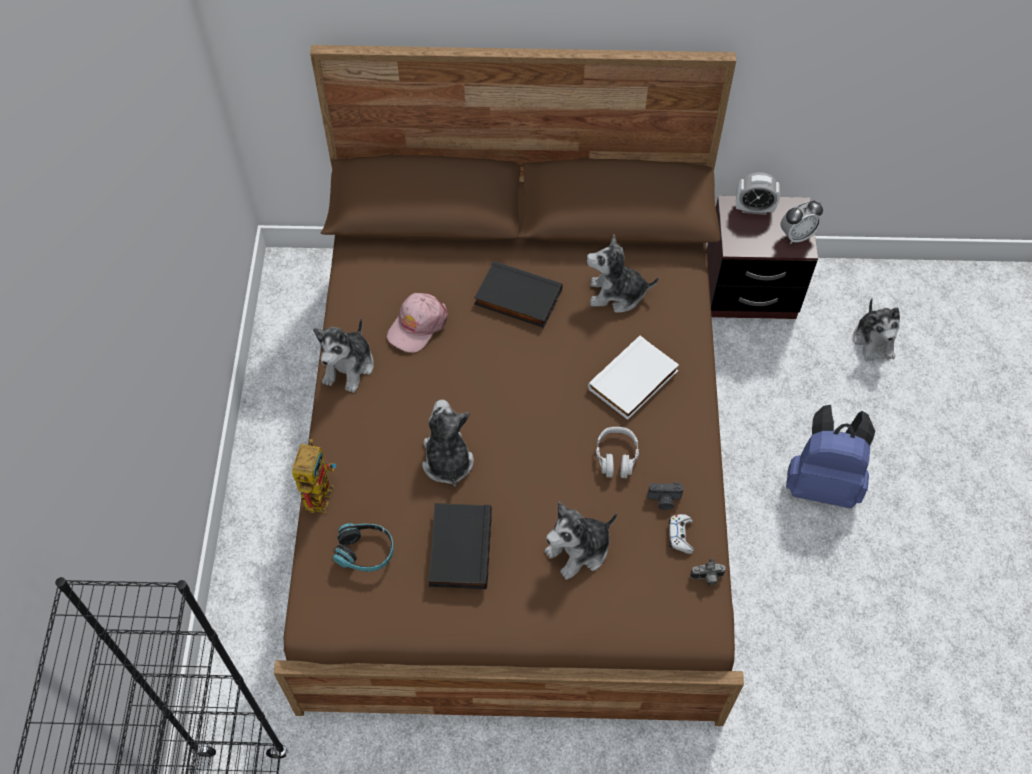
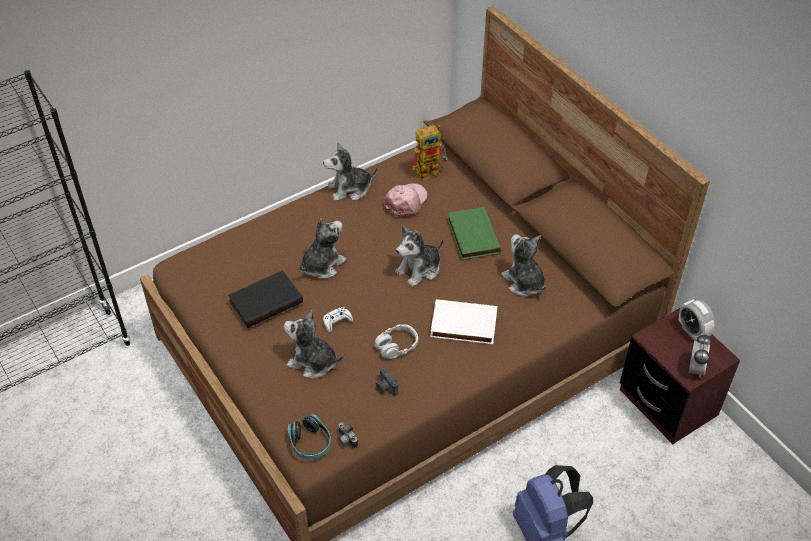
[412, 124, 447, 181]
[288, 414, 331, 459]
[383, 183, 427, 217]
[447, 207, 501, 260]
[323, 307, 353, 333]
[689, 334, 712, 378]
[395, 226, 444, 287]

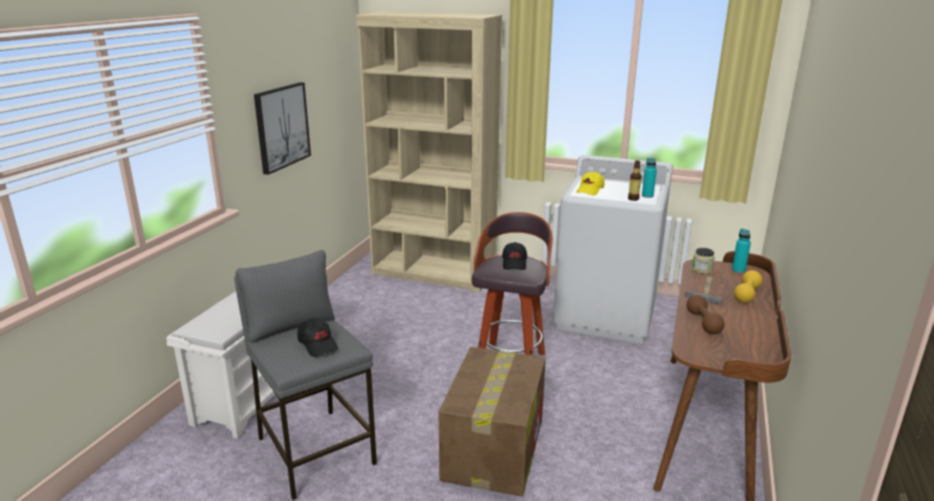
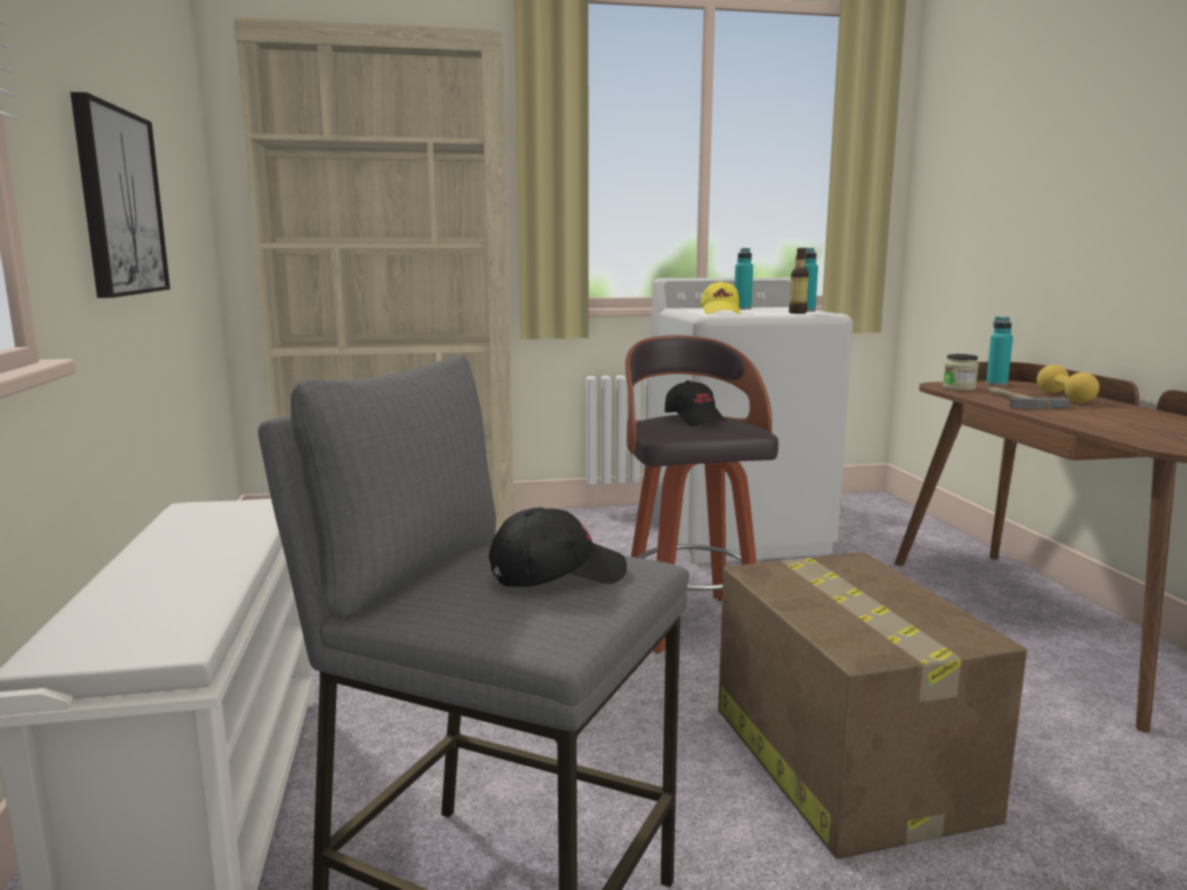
[489, 508, 627, 587]
[687, 295, 725, 334] (first image)
[735, 248, 753, 309]

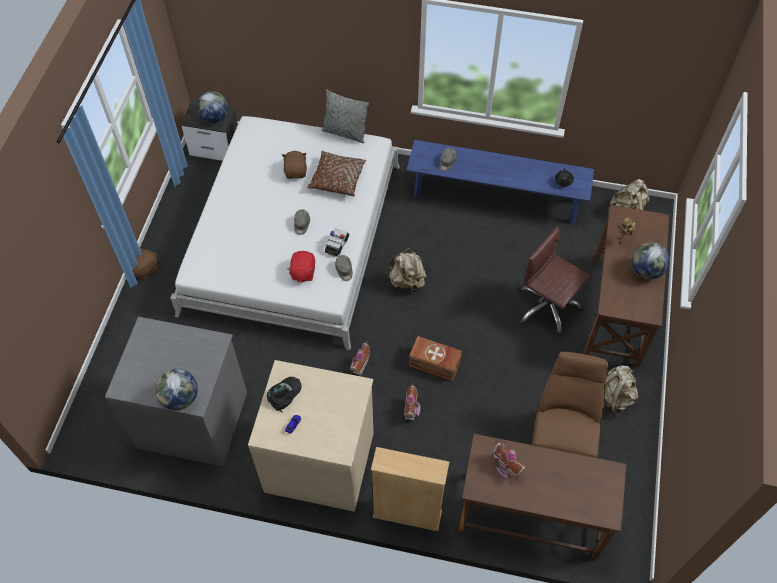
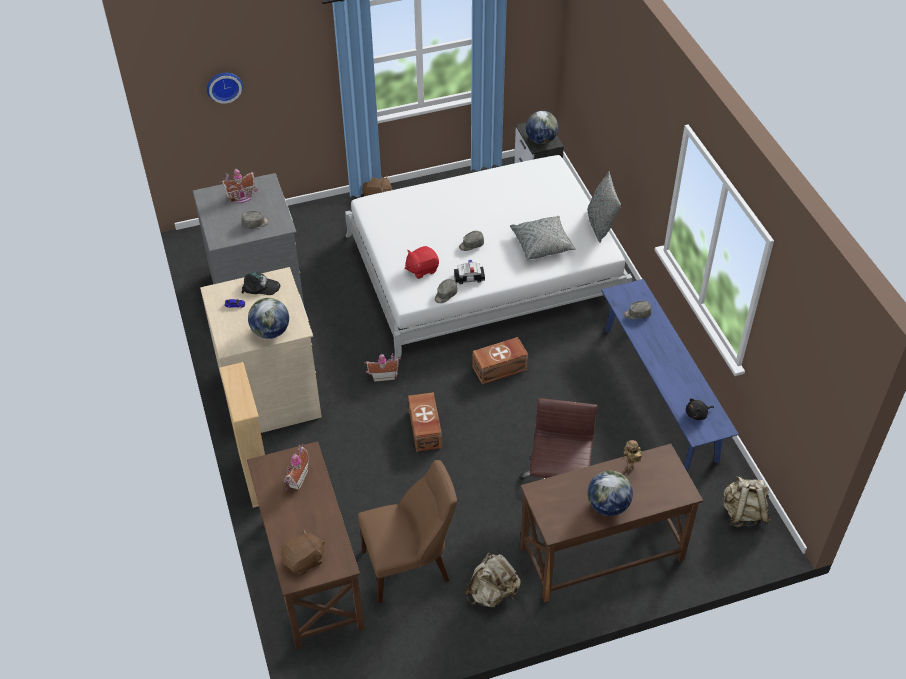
[248, 298, 289, 339]
[281, 529, 324, 575]
[510, 216, 576, 260]
[473, 337, 528, 384]
[220, 169, 258, 203]
[207, 73, 243, 104]
[241, 211, 269, 229]

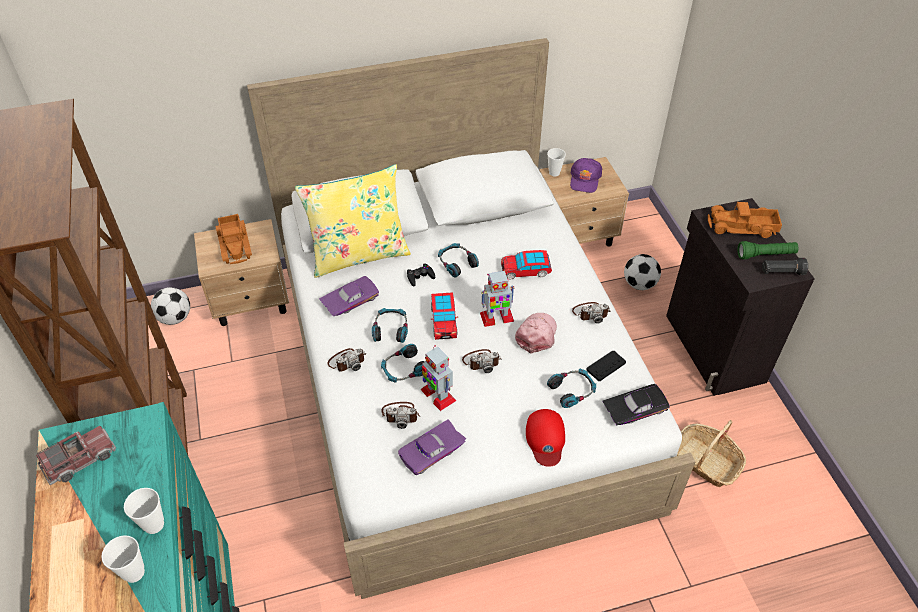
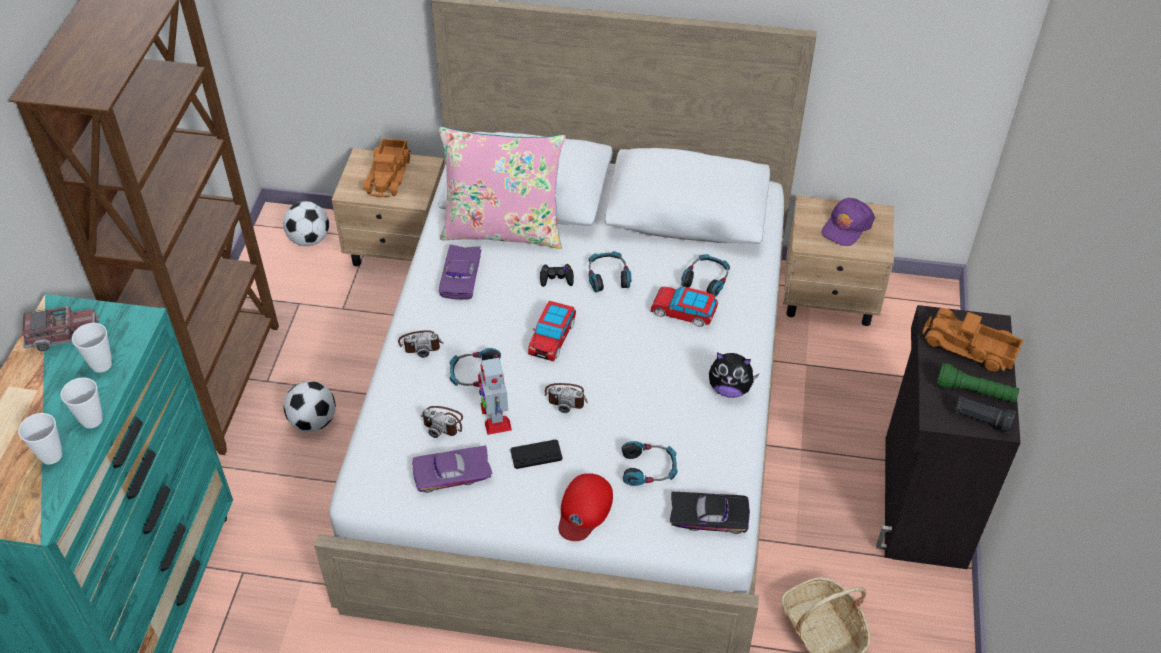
[439, 126, 566, 249]
[439, 245, 481, 299]
[681, 254, 730, 297]
[480, 270, 515, 327] (first image)
[515, 313, 557, 354] (first image)
[72, 323, 112, 373]
[709, 352, 759, 398]
[510, 439, 562, 469]
[283, 381, 336, 432]

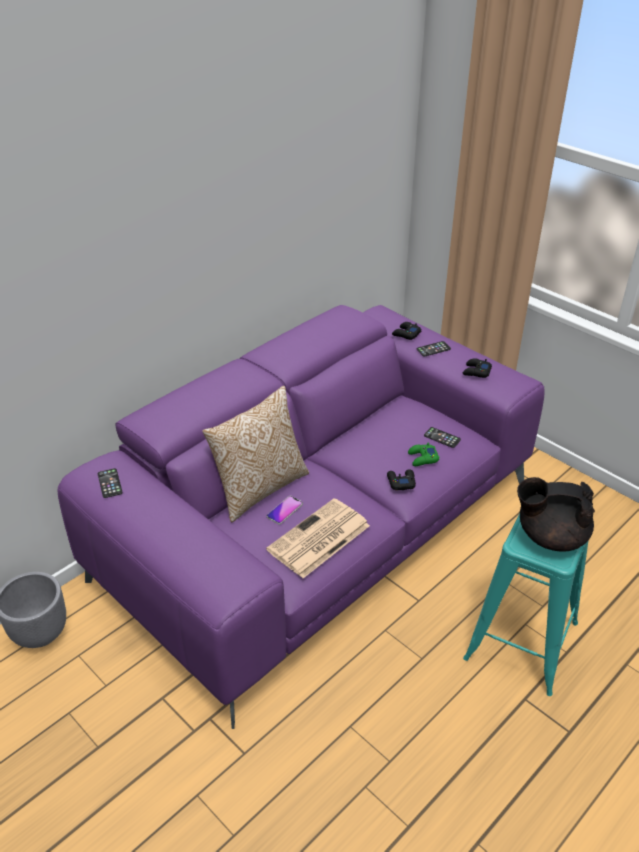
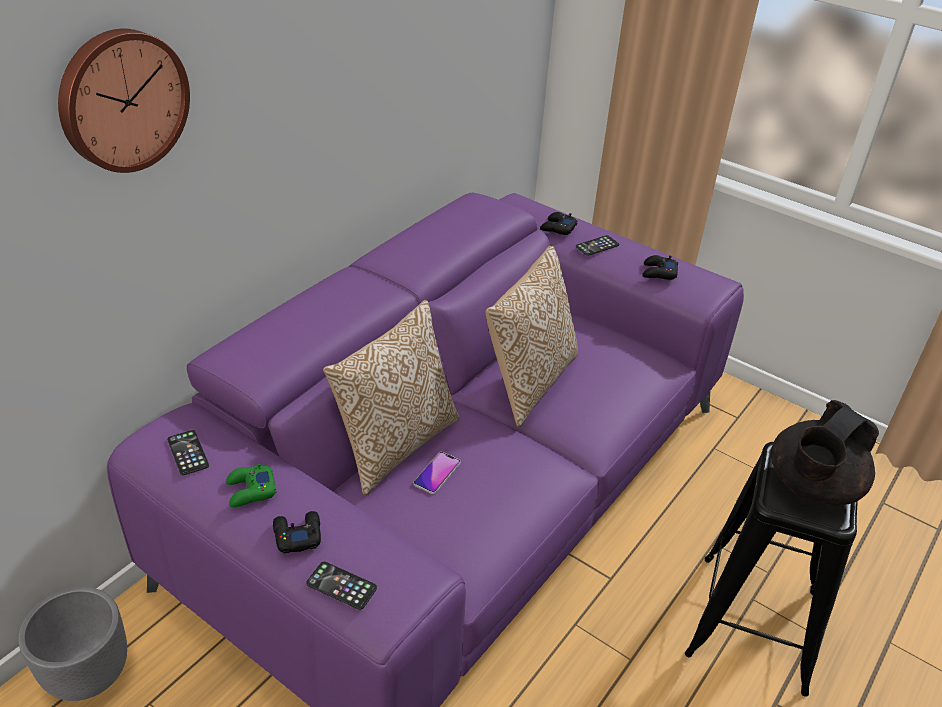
[266, 498, 370, 578] (first image)
[273, 511, 321, 554]
[226, 463, 276, 507]
[306, 562, 377, 610]
[685, 442, 858, 697]
[771, 400, 879, 505]
[58, 29, 190, 173]
[486, 246, 578, 427]

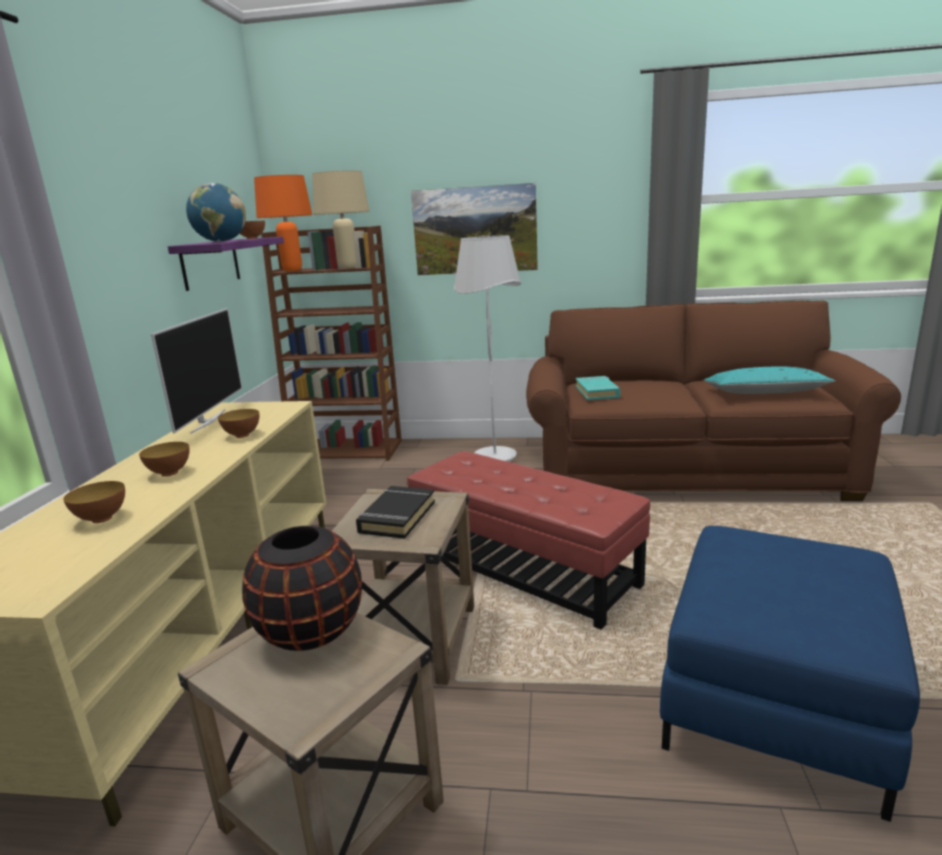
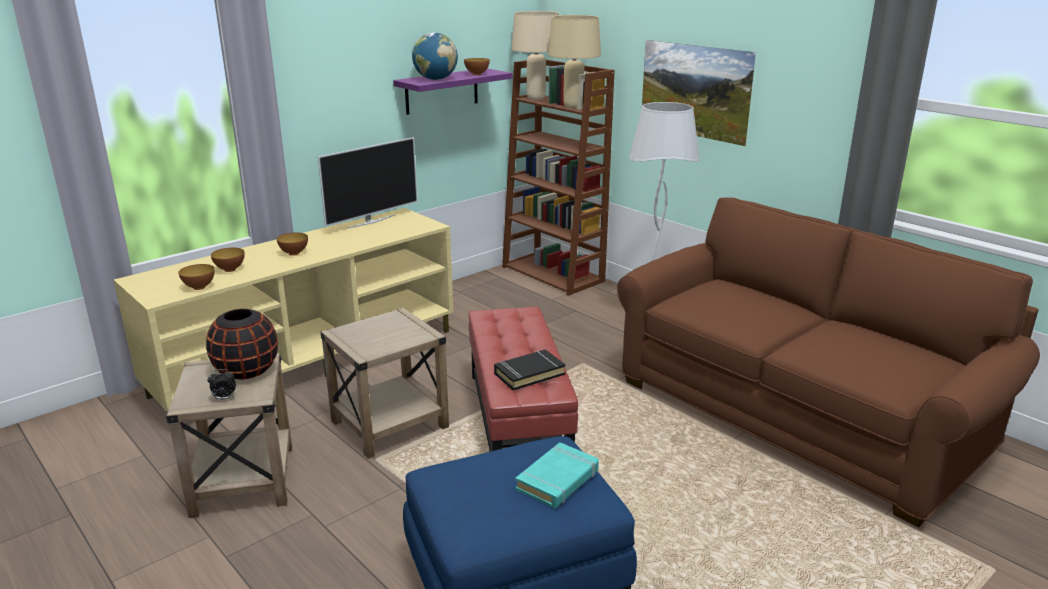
[178, 264, 215, 290]
[511, 11, 559, 100]
[494, 349, 566, 390]
[515, 442, 599, 508]
[704, 366, 836, 394] (first image)
[207, 369, 236, 400]

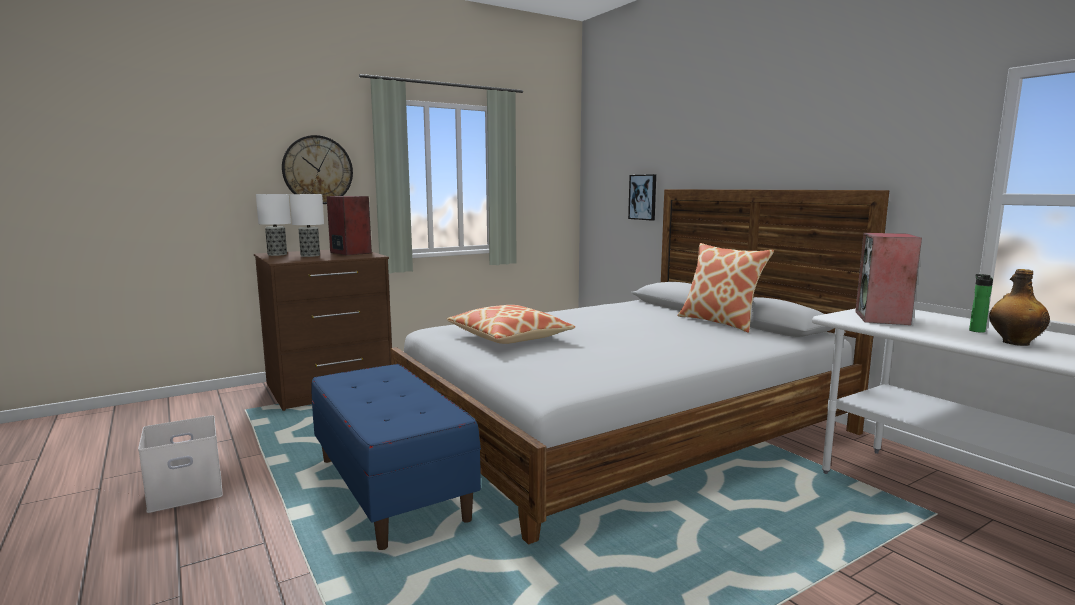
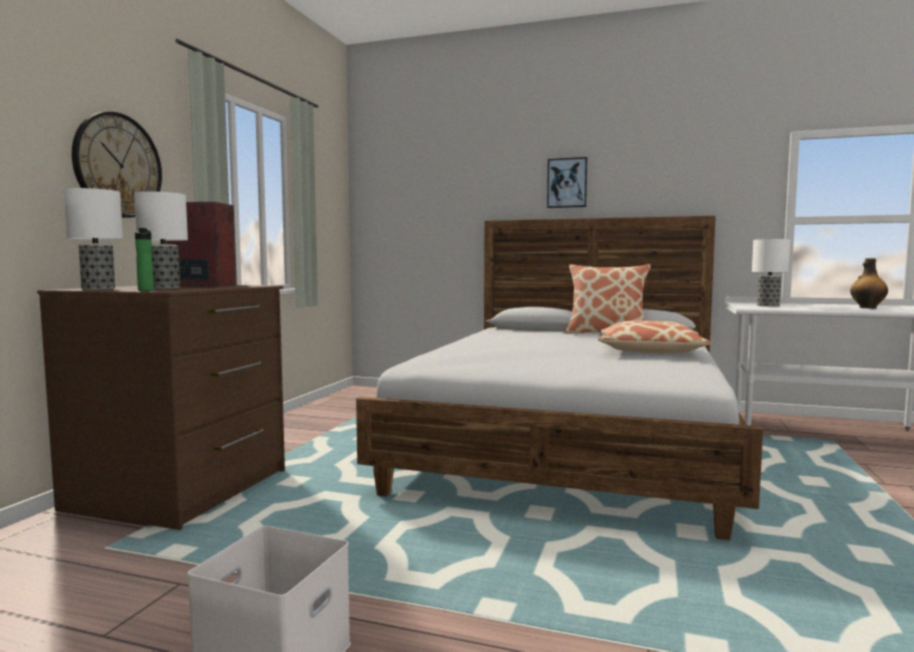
[311, 364, 481, 550] (first image)
[598, 320, 712, 354]
[547, 157, 587, 208]
[752, 239, 790, 307]
[135, 228, 154, 291]

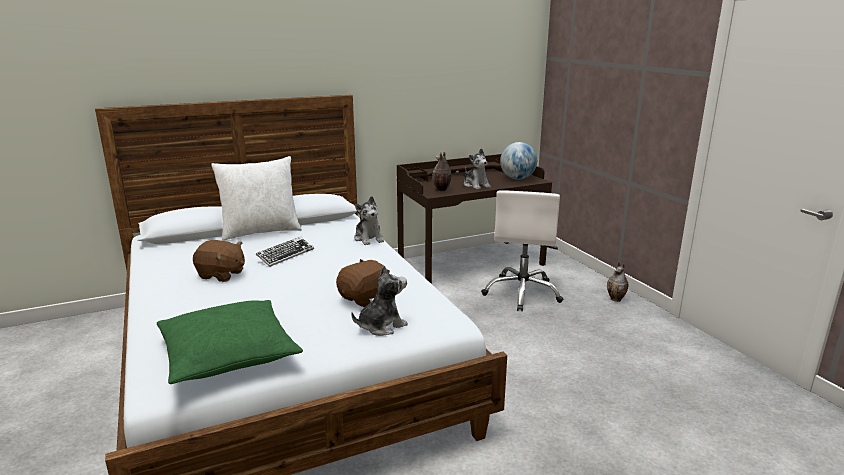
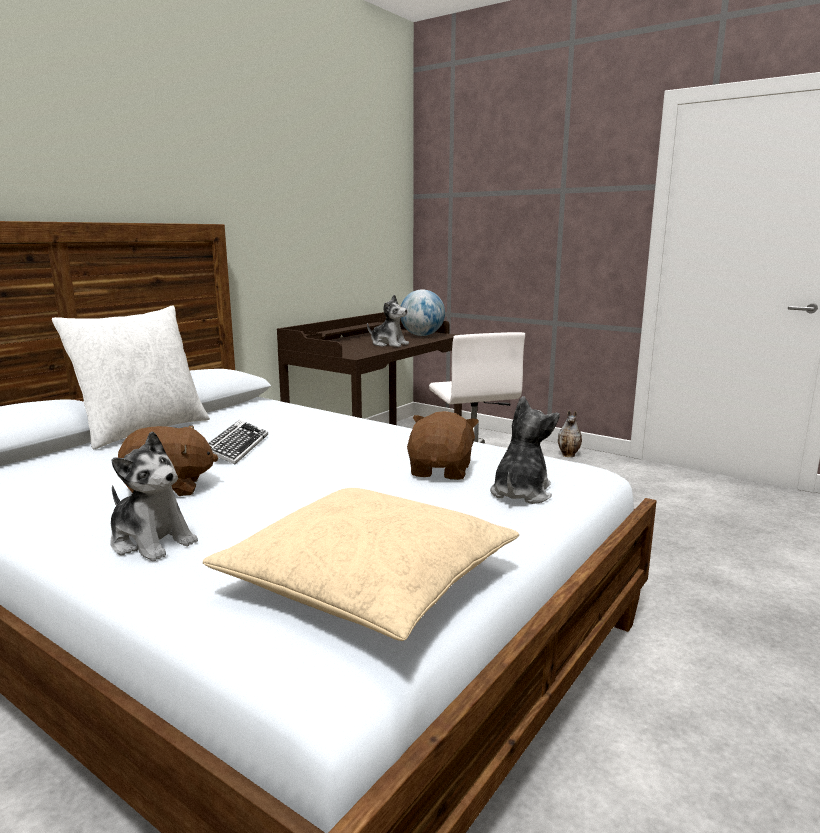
[202, 488, 519, 641]
[110, 431, 198, 561]
[433, 151, 452, 192] (first image)

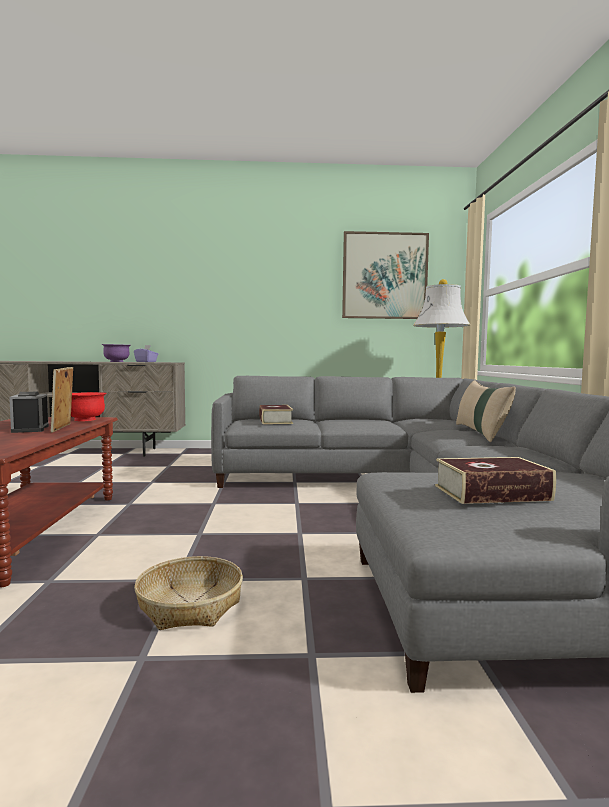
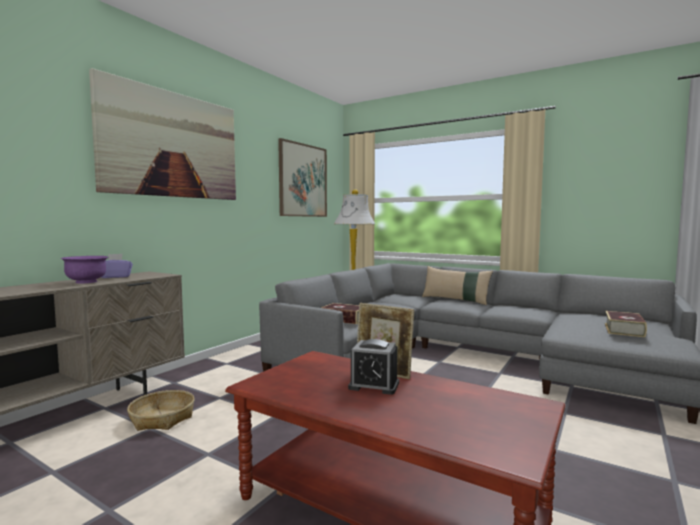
[71, 392, 107, 421] (first image)
[127, 390, 195, 431]
[89, 68, 236, 200]

